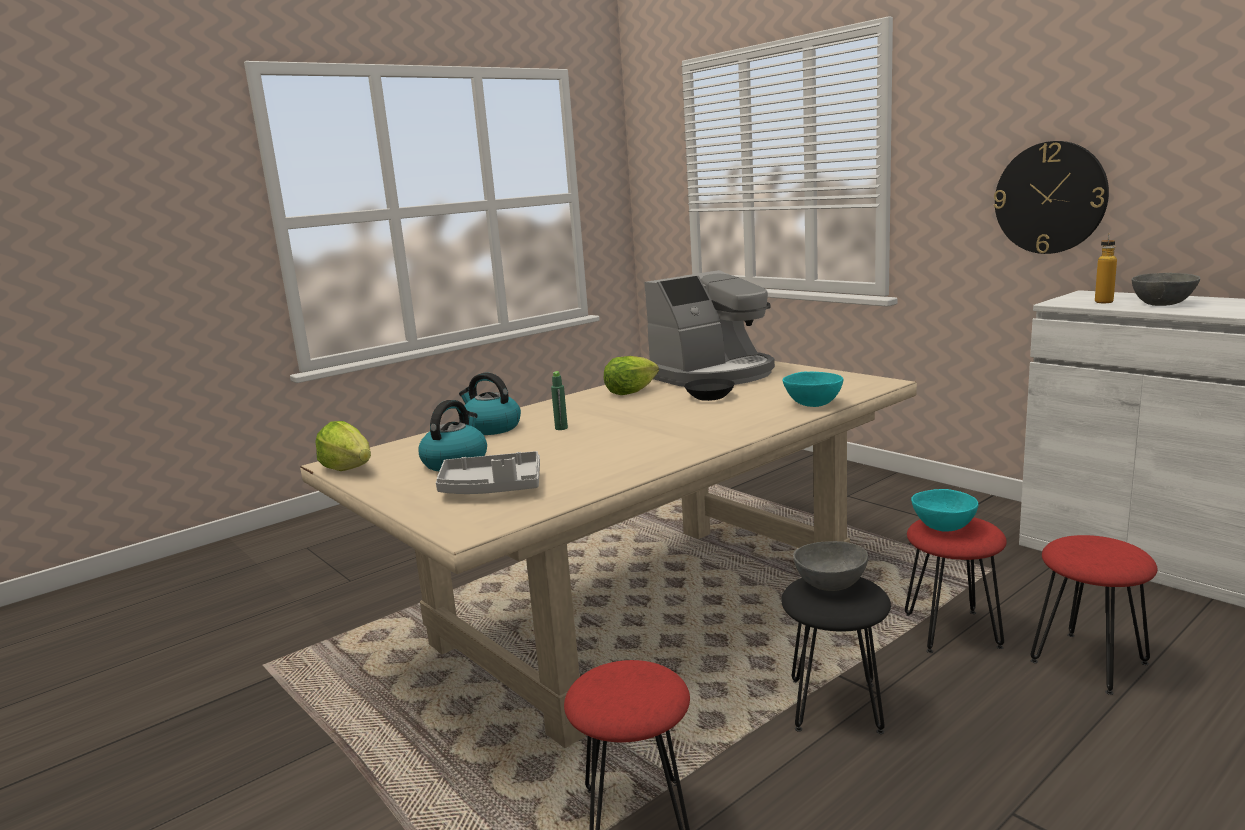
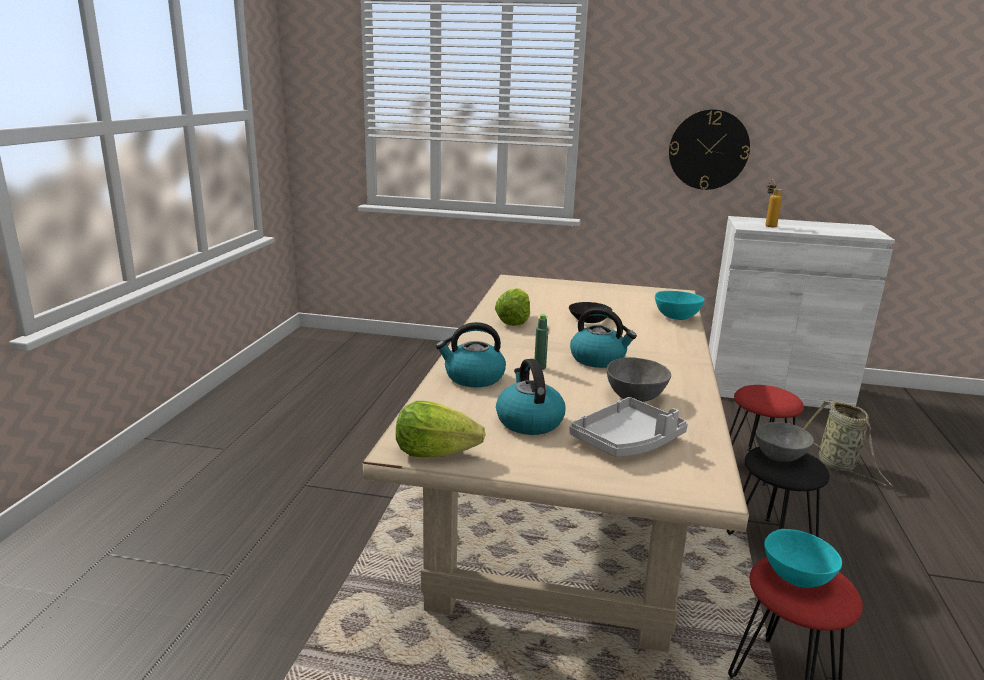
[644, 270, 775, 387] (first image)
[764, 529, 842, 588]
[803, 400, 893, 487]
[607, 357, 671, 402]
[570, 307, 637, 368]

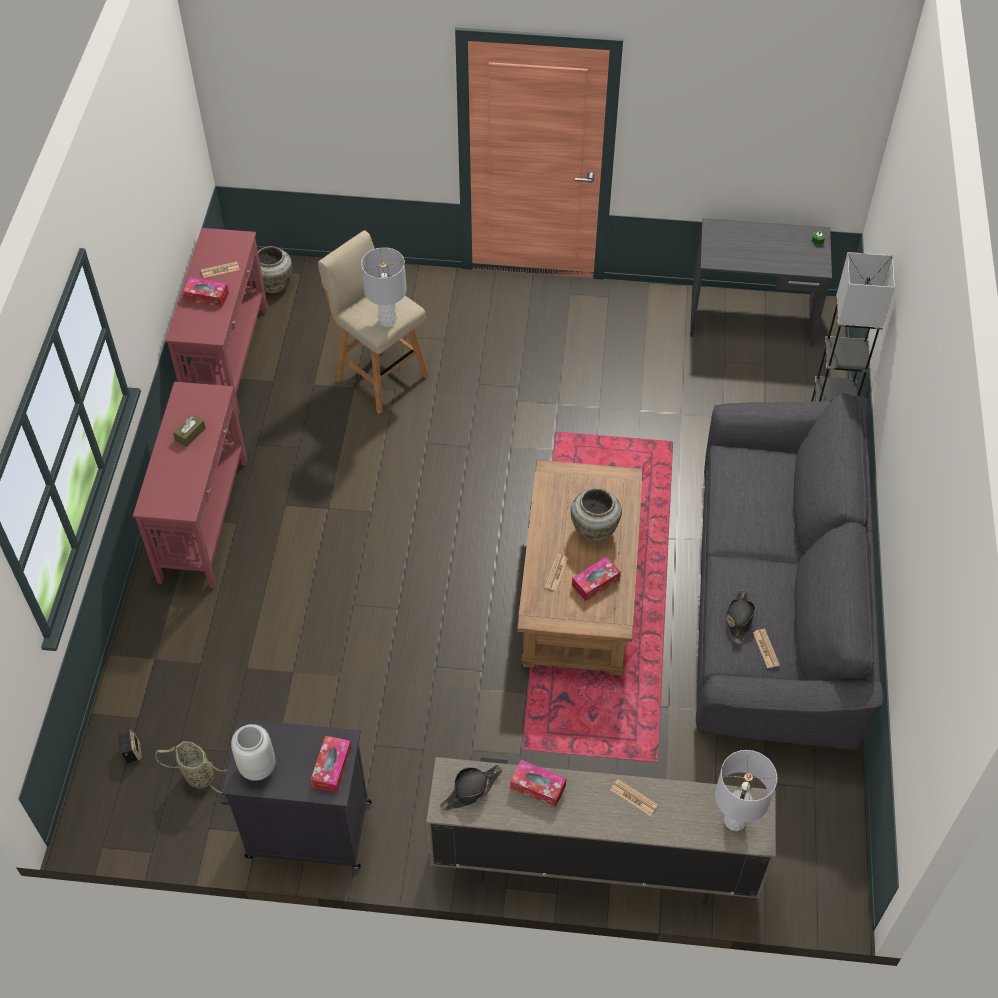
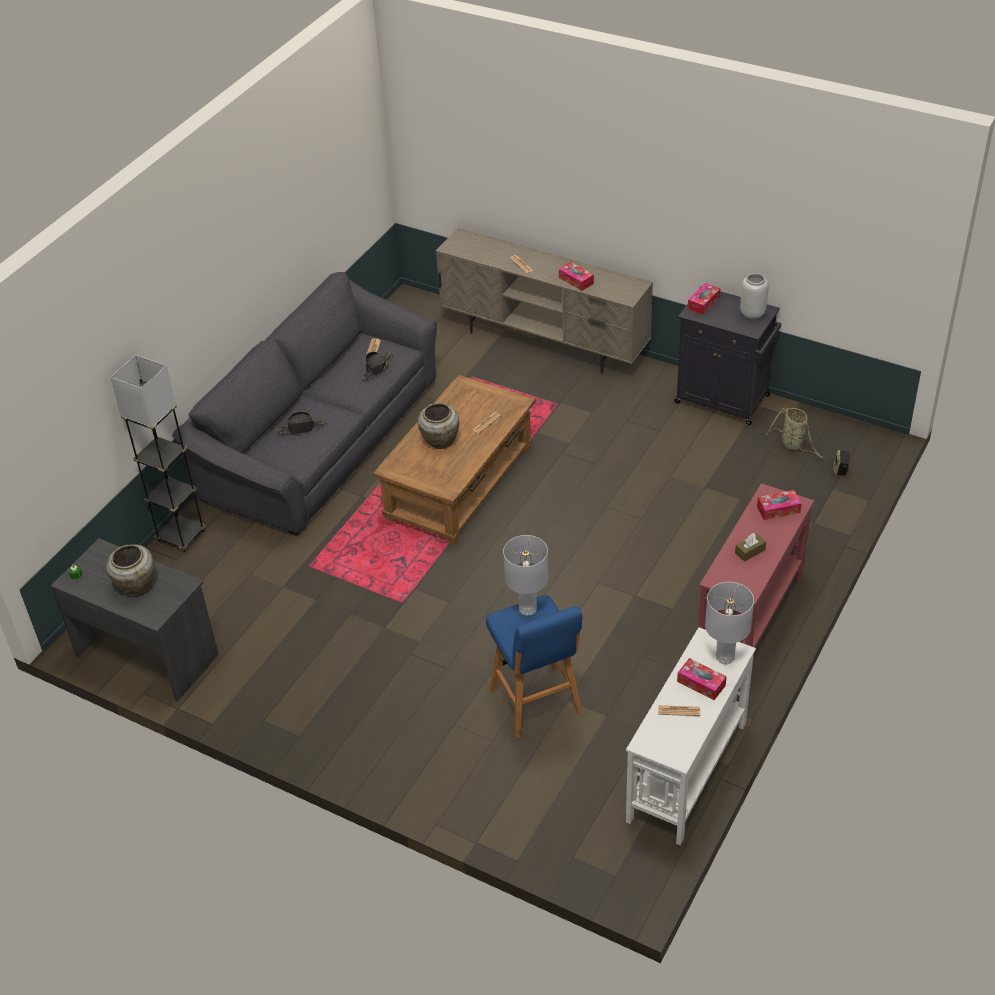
[626, 627, 756, 845]
[106, 544, 155, 595]
[486, 595, 582, 738]
[276, 411, 326, 435]
[757, 490, 802, 520]
[705, 582, 754, 664]

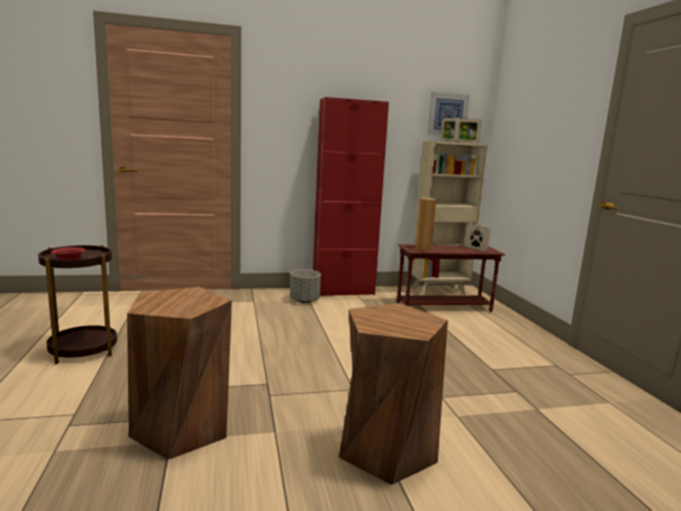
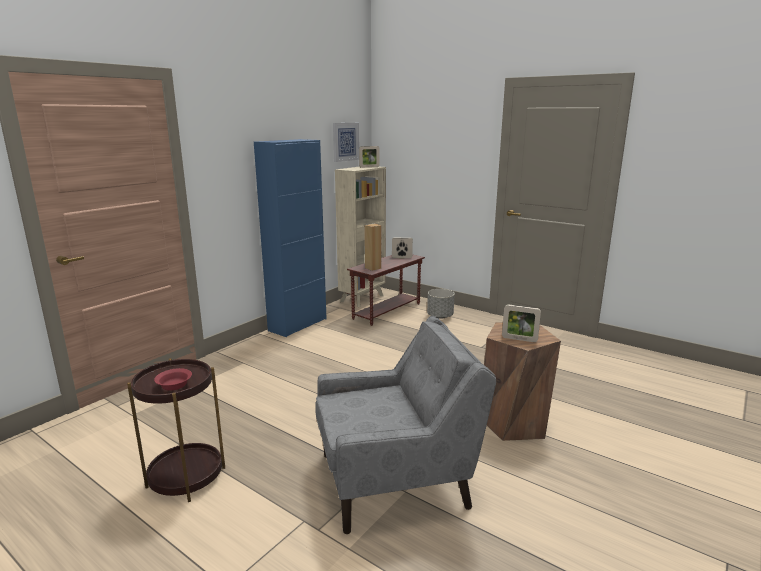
[315, 316, 496, 534]
[427, 289, 455, 319]
[254, 139, 327, 337]
[502, 304, 541, 342]

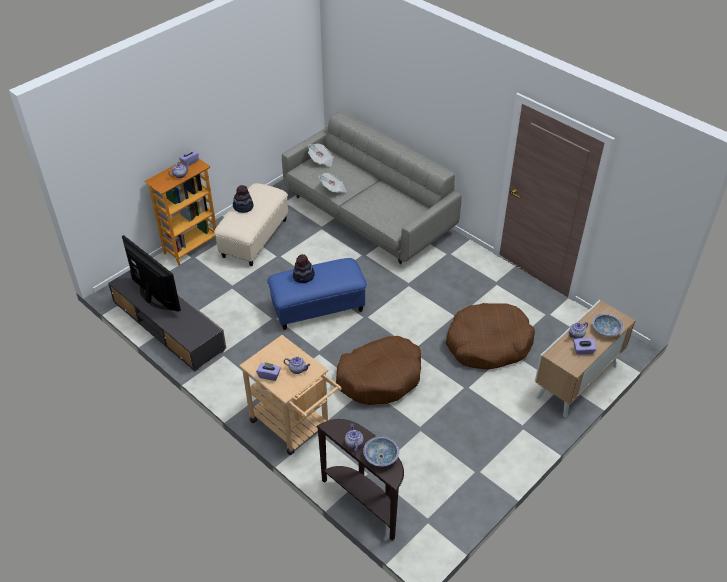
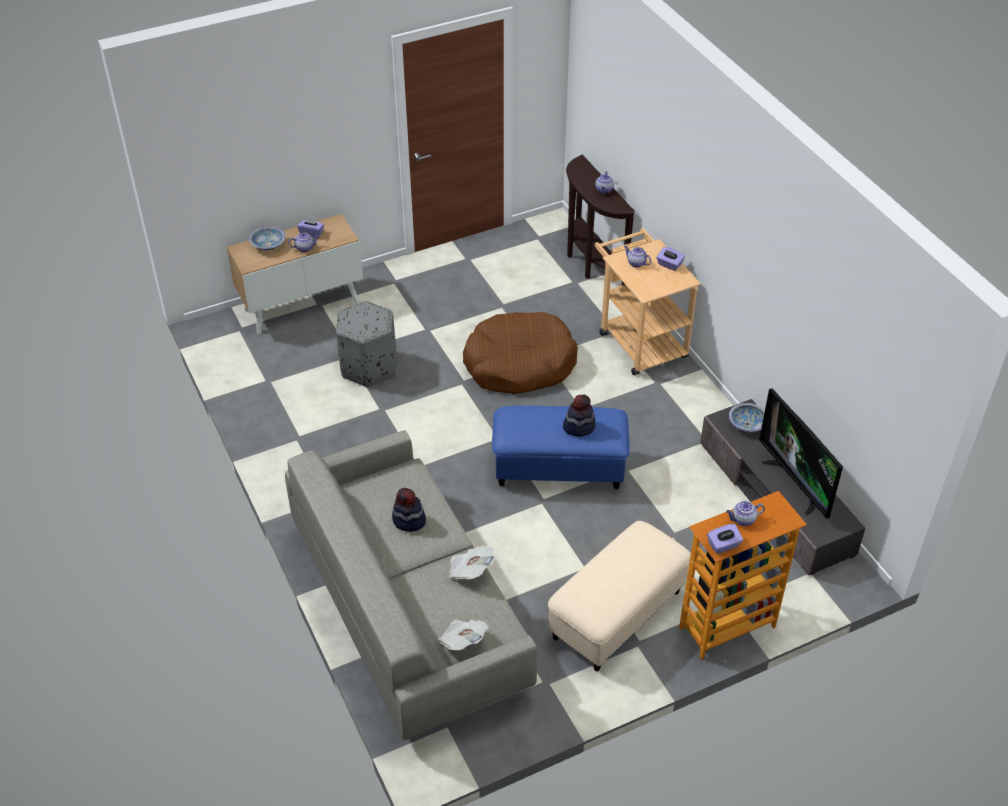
[392, 488, 426, 532]
[729, 403, 765, 432]
[336, 301, 396, 387]

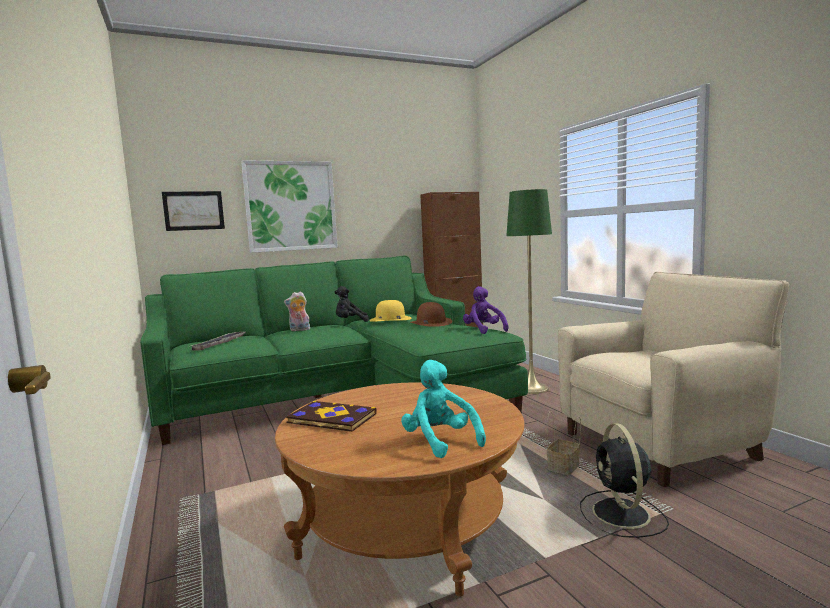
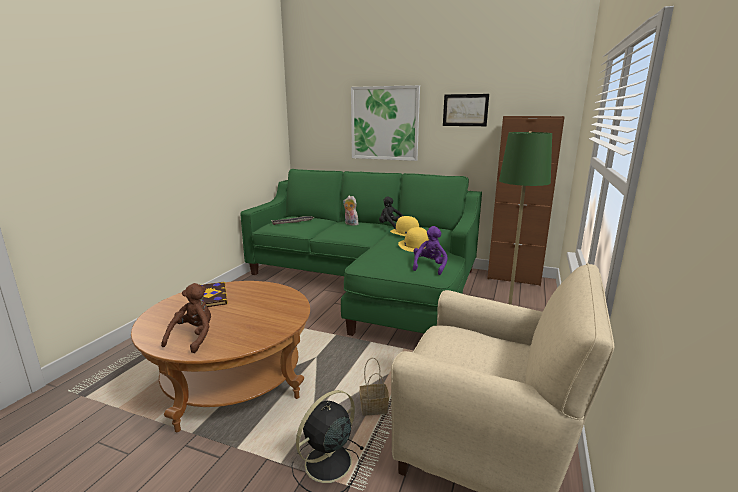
[443, 94, 489, 126]
[161, 283, 211, 353]
[398, 227, 429, 252]

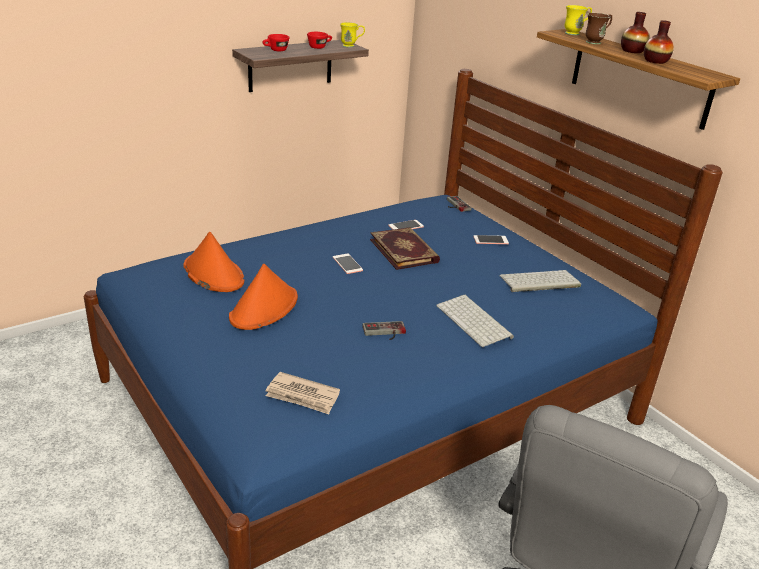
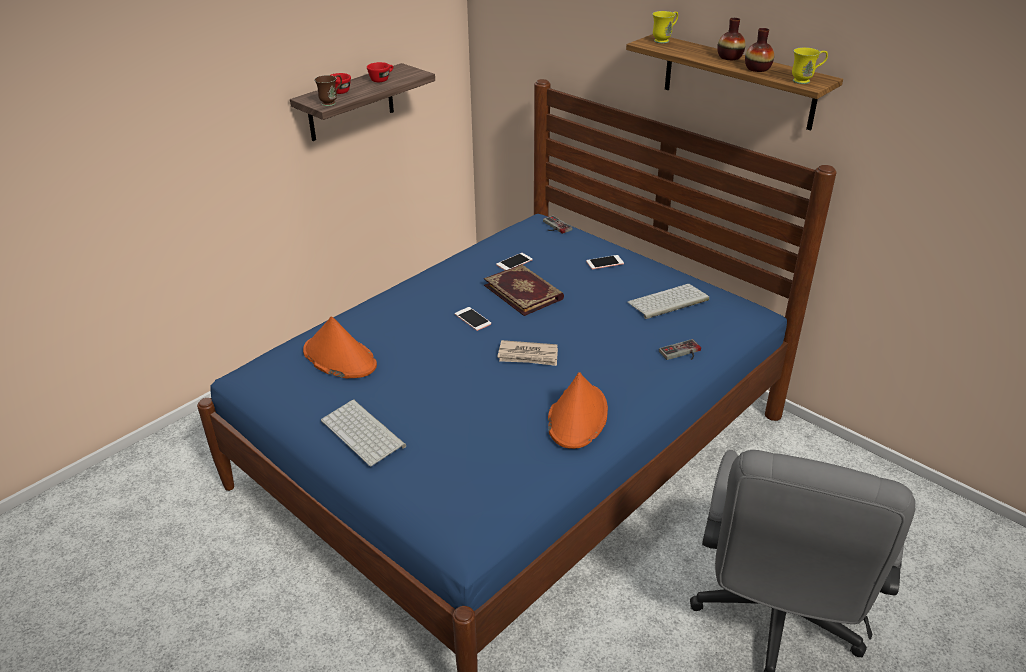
[548, 372, 608, 449]
[497, 340, 558, 366]
[792, 47, 828, 84]
[659, 339, 701, 360]
[321, 400, 406, 466]
[314, 75, 342, 106]

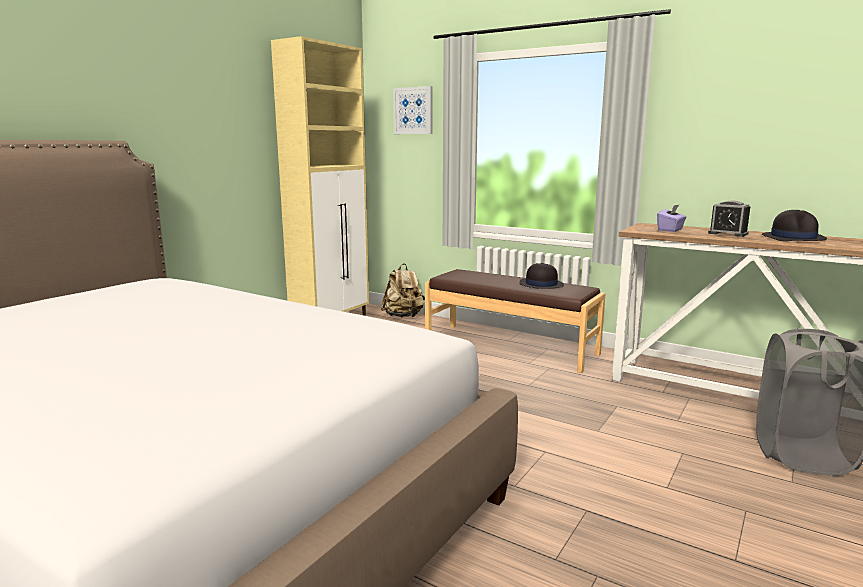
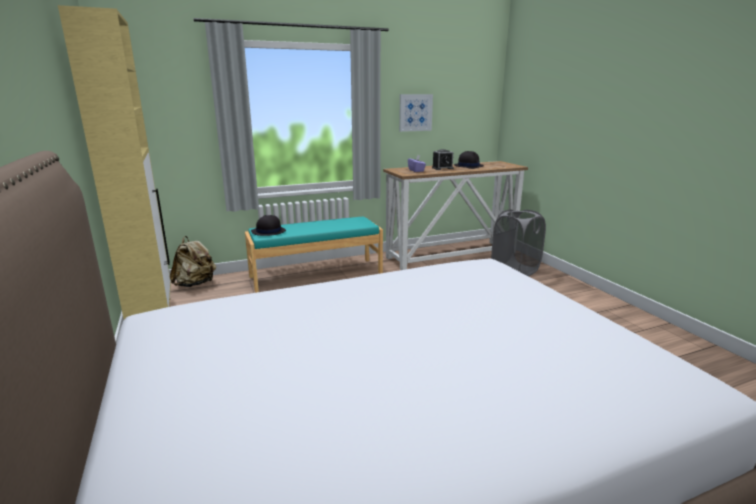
[399, 94, 433, 132]
[245, 216, 383, 293]
[251, 215, 286, 236]

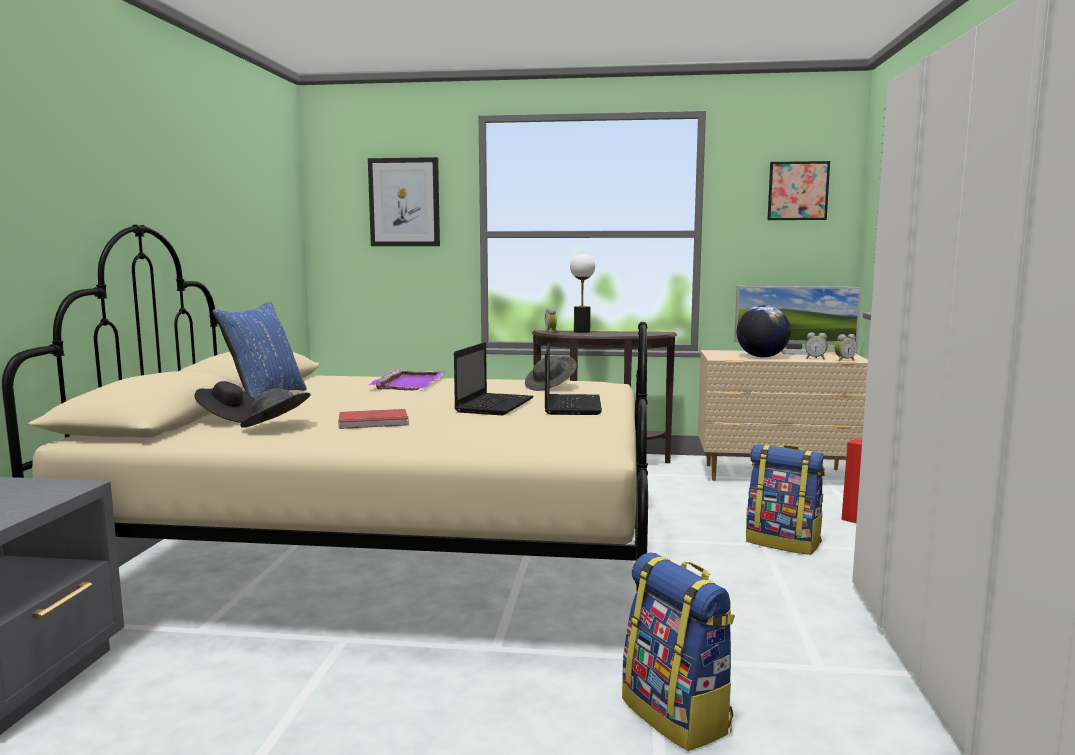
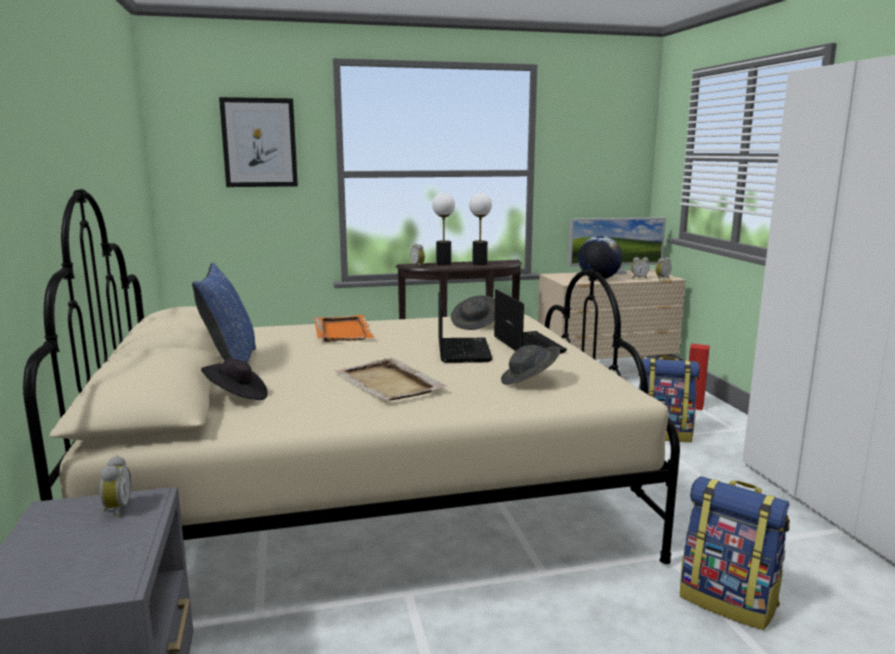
[501, 345, 560, 385]
[334, 358, 447, 400]
[314, 315, 375, 342]
[767, 161, 830, 220] (first image)
[100, 456, 131, 517]
[469, 193, 492, 265]

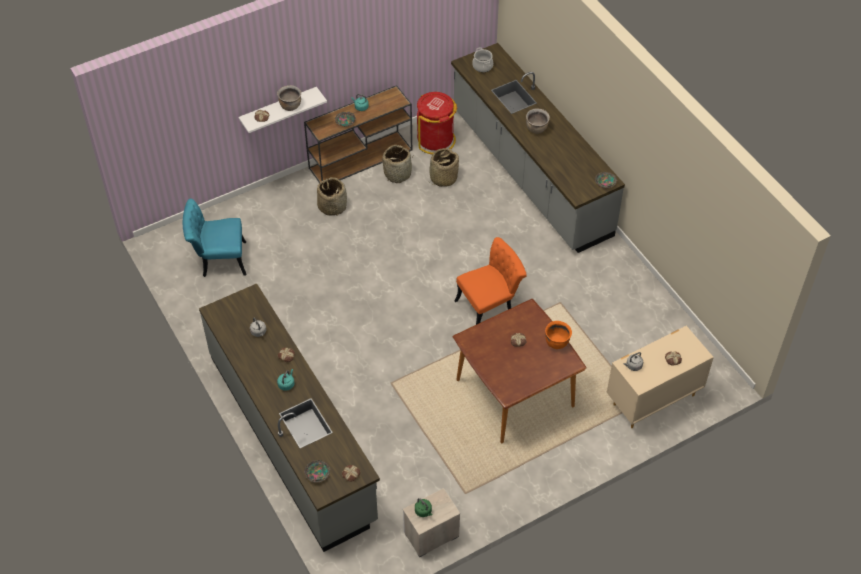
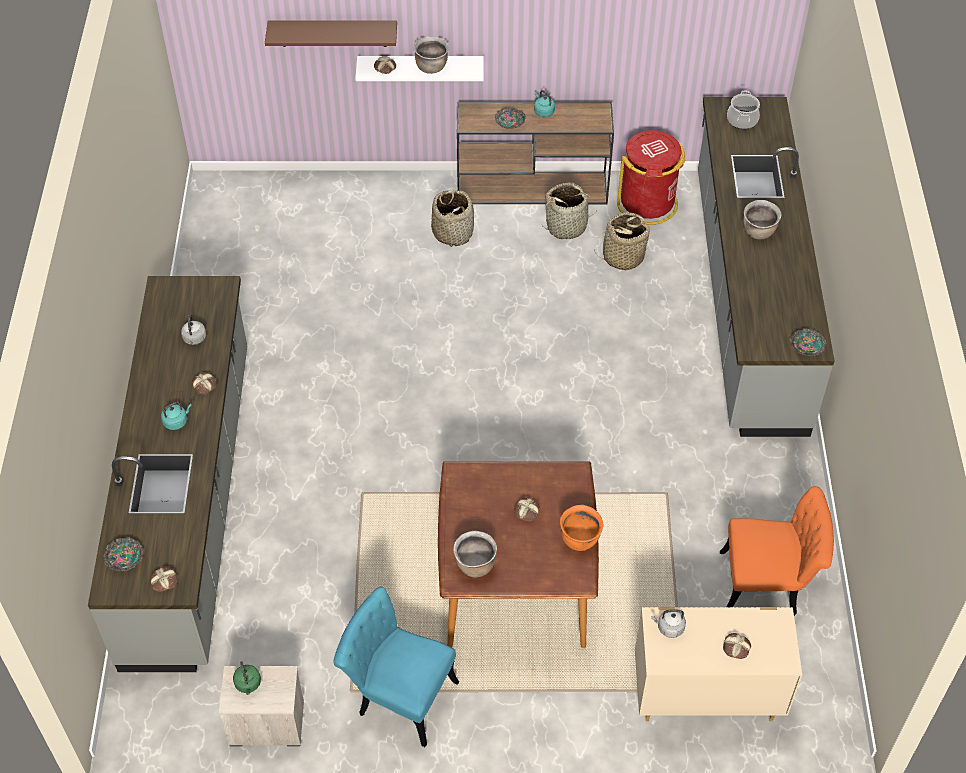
[333, 586, 459, 747]
[720, 486, 834, 616]
[265, 20, 397, 47]
[453, 531, 497, 578]

